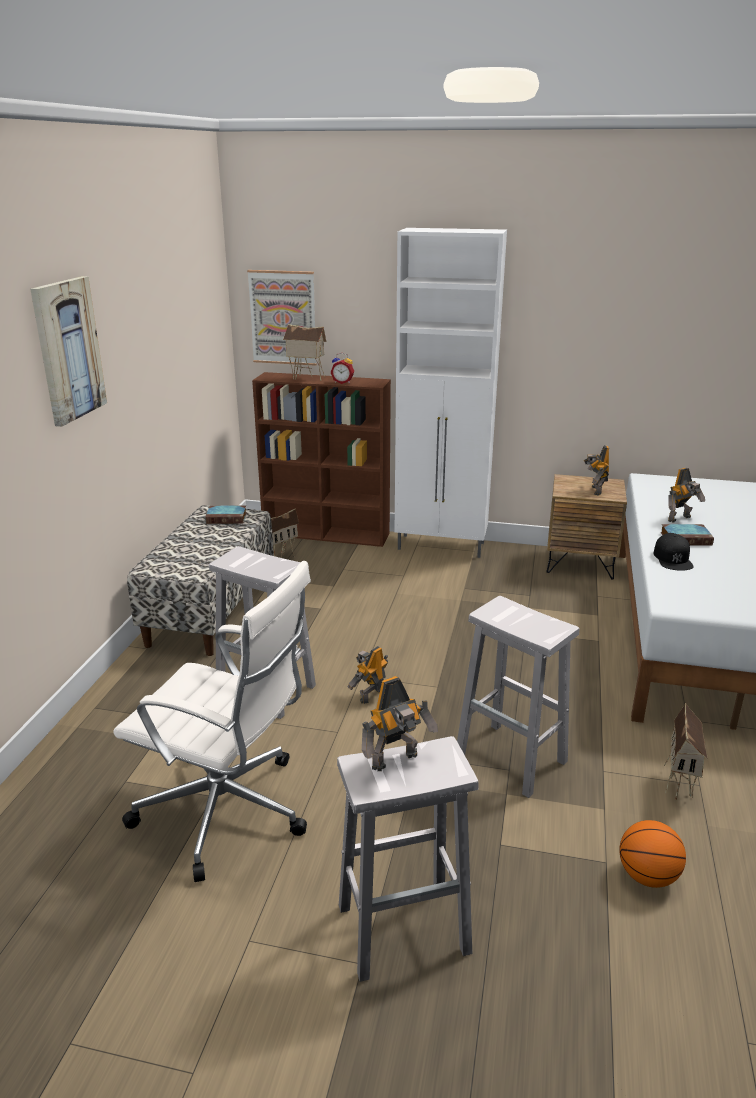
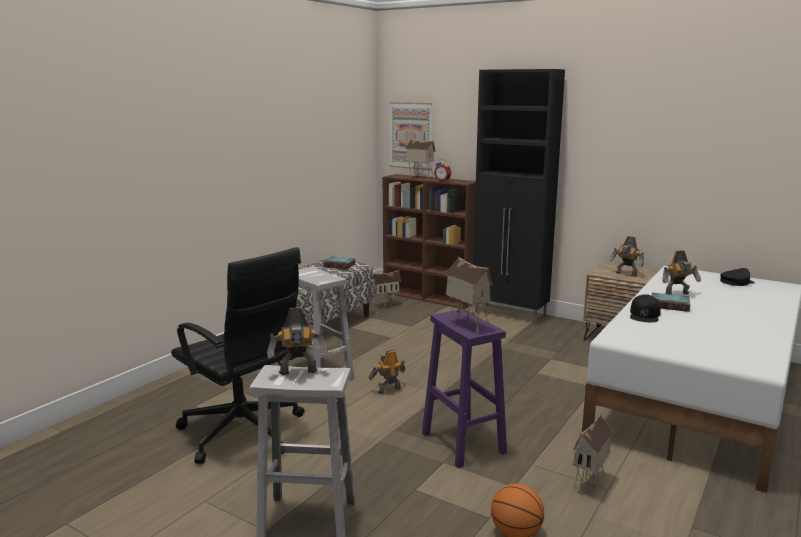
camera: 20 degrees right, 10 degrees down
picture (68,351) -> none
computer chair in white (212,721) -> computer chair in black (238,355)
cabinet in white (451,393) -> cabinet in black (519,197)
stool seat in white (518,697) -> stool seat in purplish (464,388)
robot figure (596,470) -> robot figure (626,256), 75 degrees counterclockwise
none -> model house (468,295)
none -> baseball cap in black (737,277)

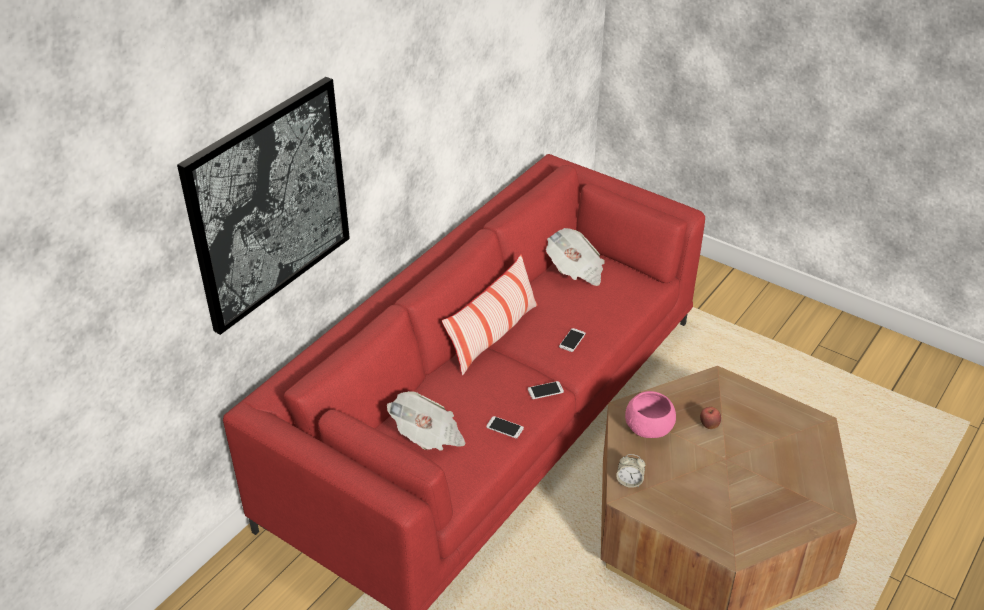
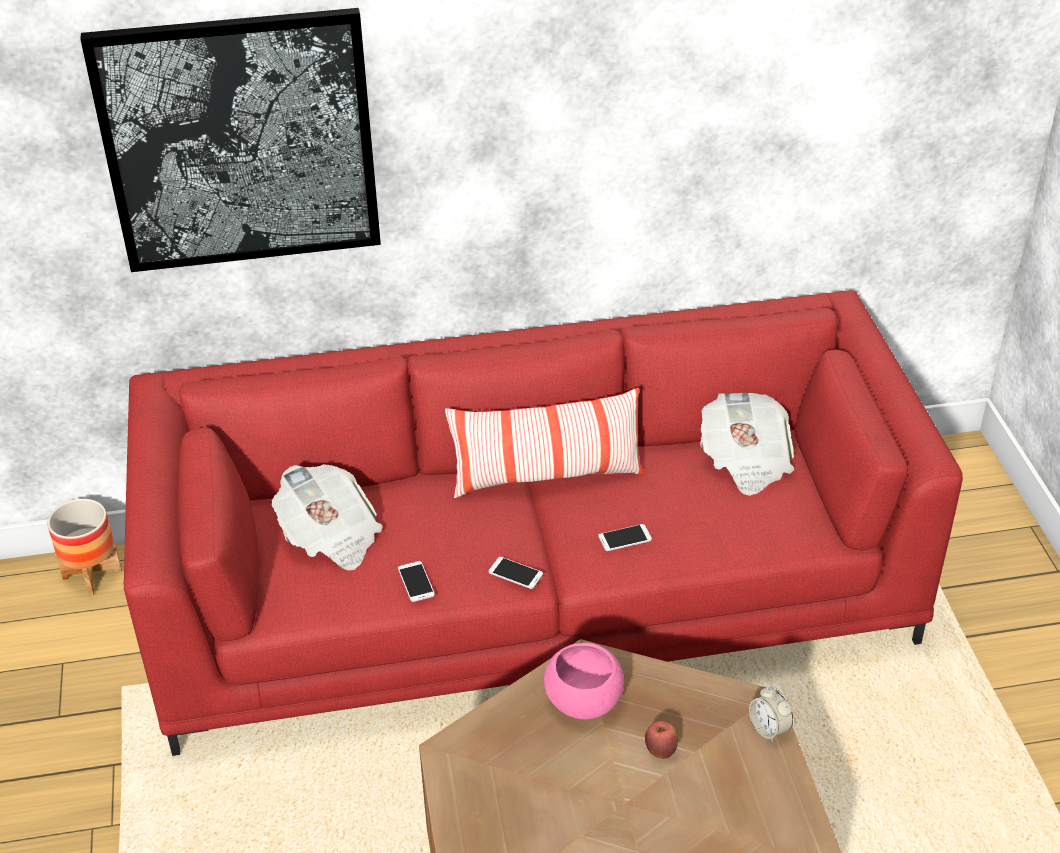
camera: 45 degrees right, 0 degrees up
alarm clock (630,471) -> alarm clock (771,714), shifted
none -> plant pot (85,547)

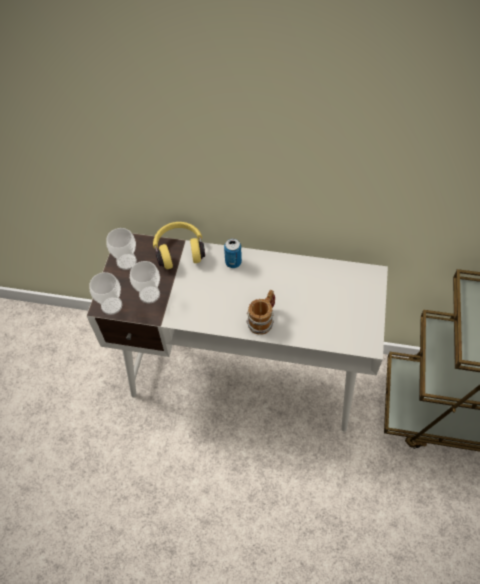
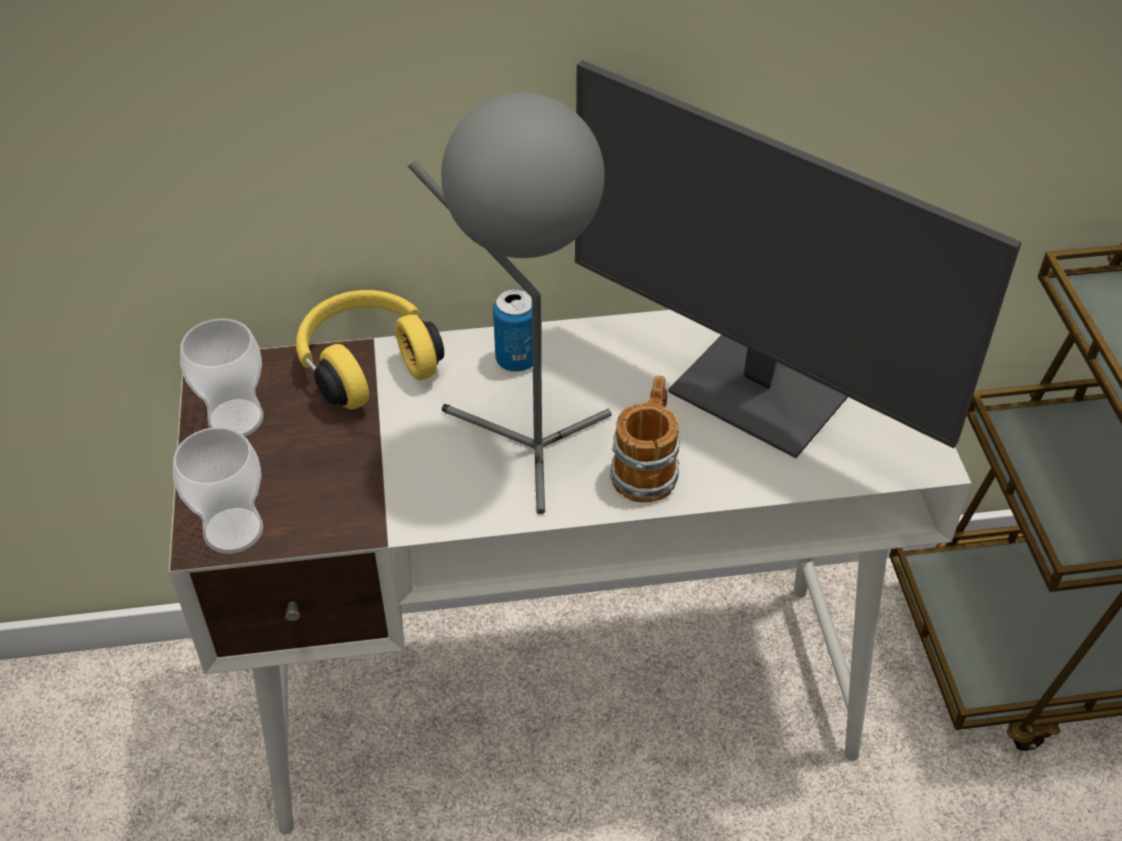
camera: 20 degrees left, 10 degrees down
small cup (145,282) -> none
none -> table lamp in greyish (510,303)
none -> computer screen (798,259)

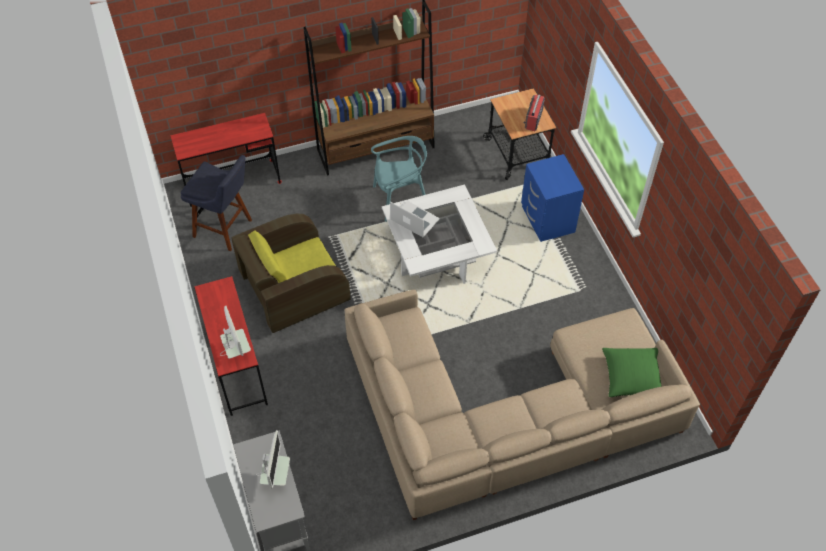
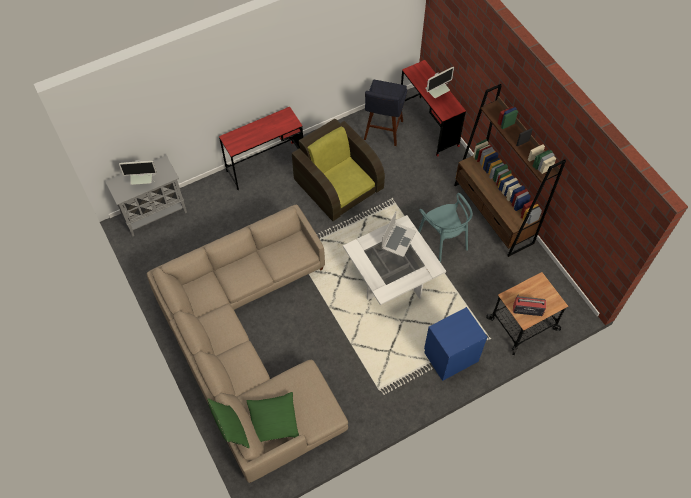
camera: 80 degrees right, 5 degrees up
computer screen (235,332) -> computer screen (439,82), shifted
none -> throw pillow in green-coloured (228,423)

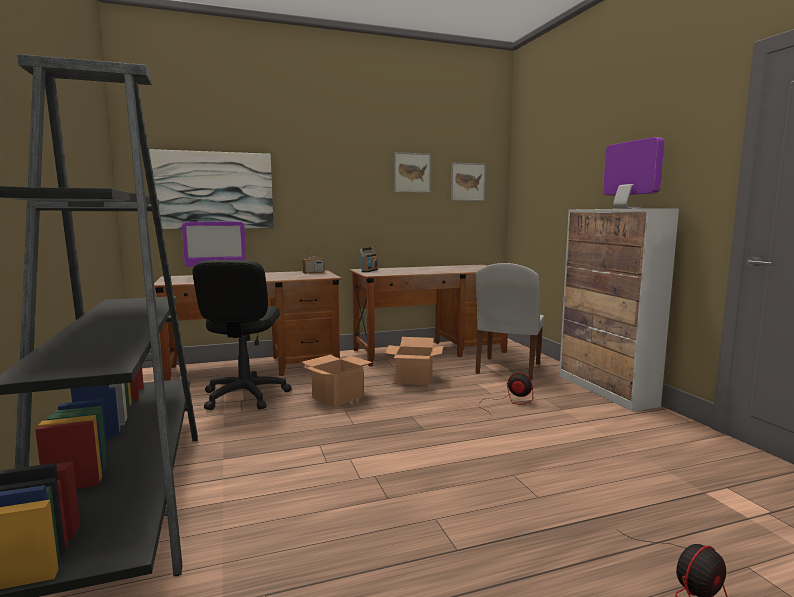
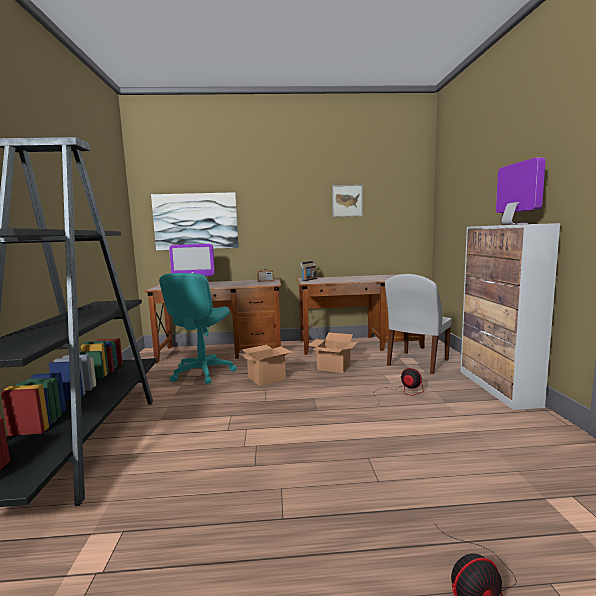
camera: 15 degrees right, 0 degrees up
computer chair in black (242,335) -> computer chair in blue-green (198,328)
picture (468,182) -> none

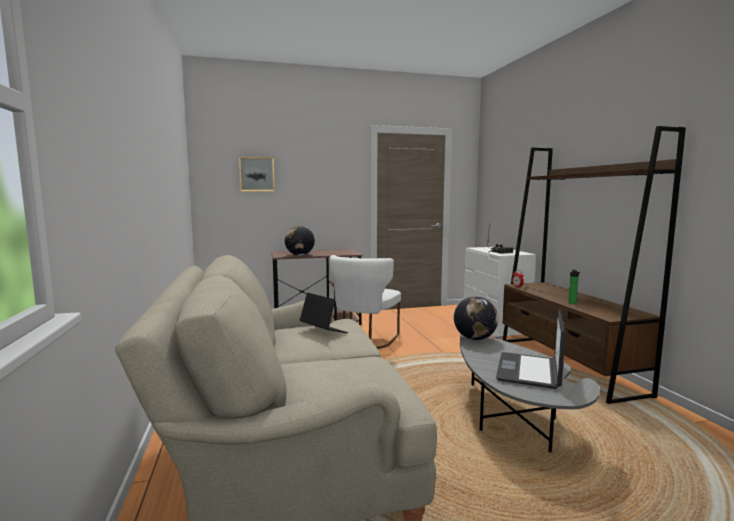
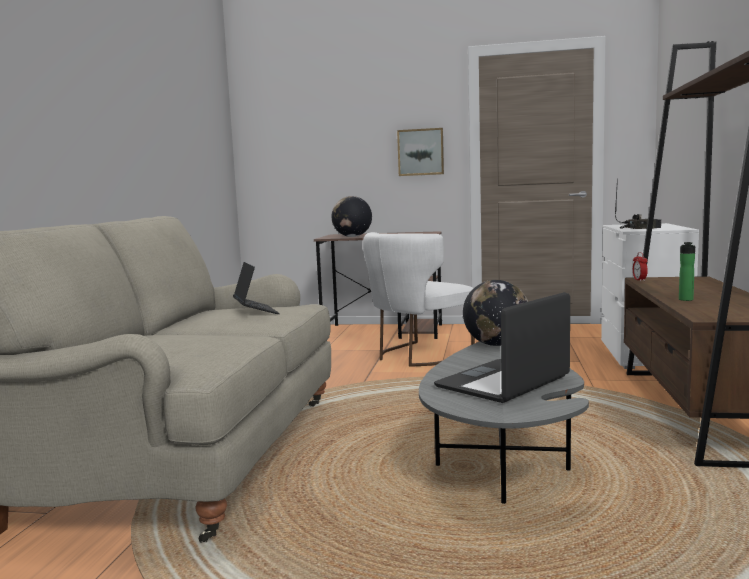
camera: 25 degrees right, 0 degrees up
picture (257,174) -> picture (420,152), shifted

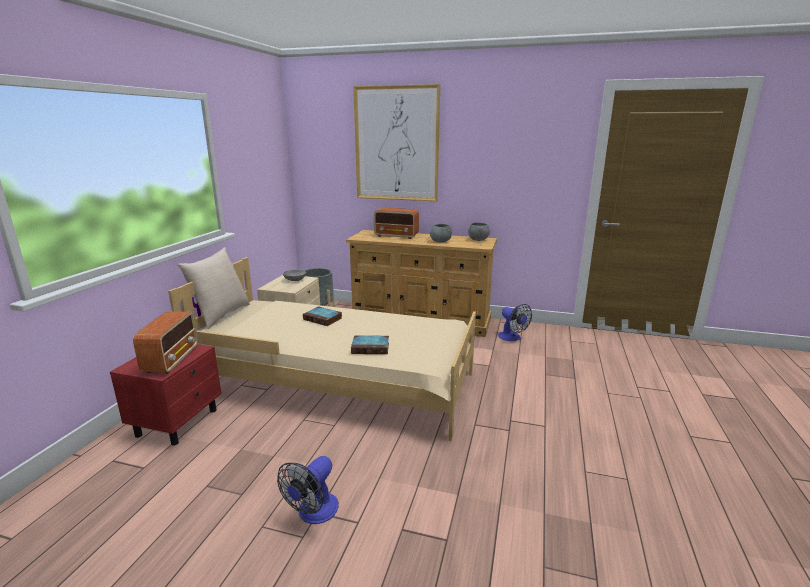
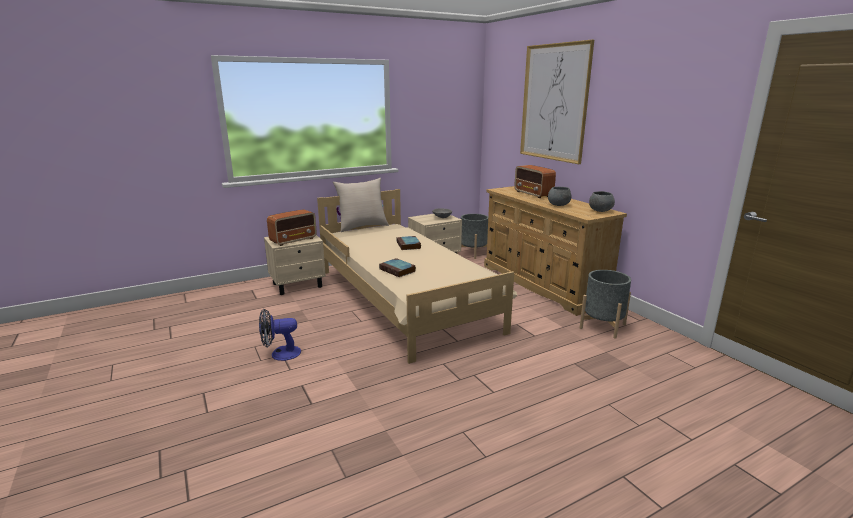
camera: 45 degrees right, 0 degrees up
night table in reddish (166,395) -> night table in beige-coloured (295,265)
electric fan (515,322) -> plant pot in greyish (605,304)

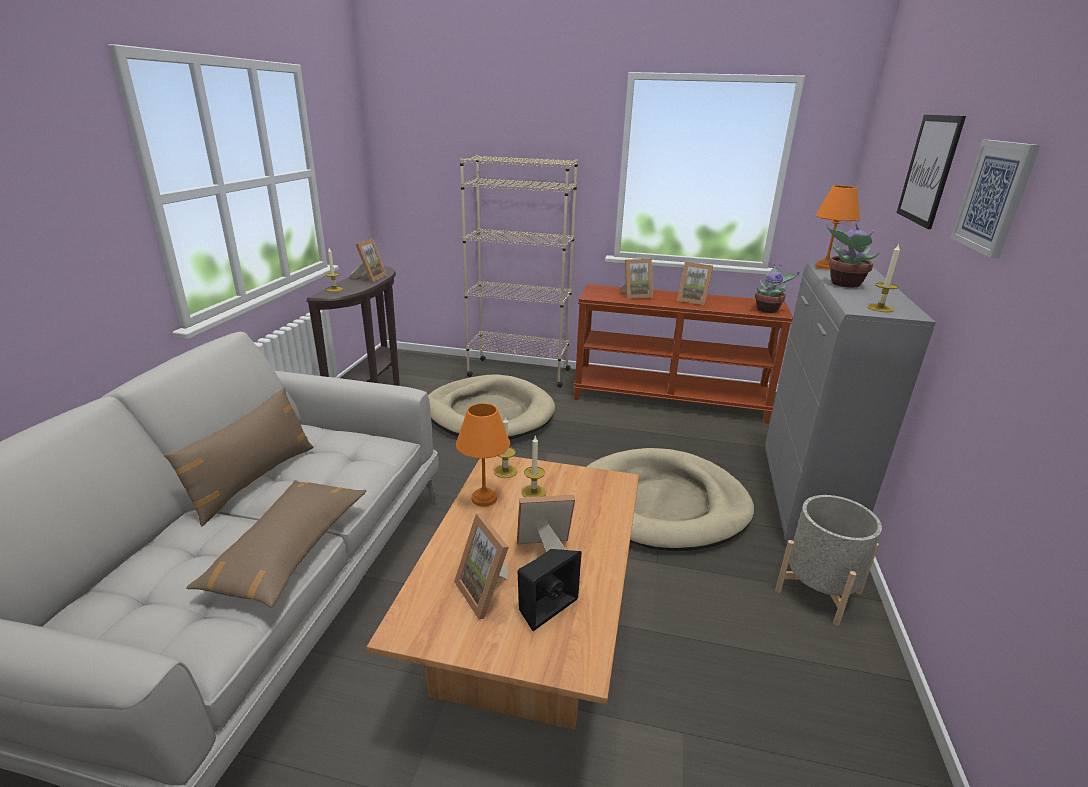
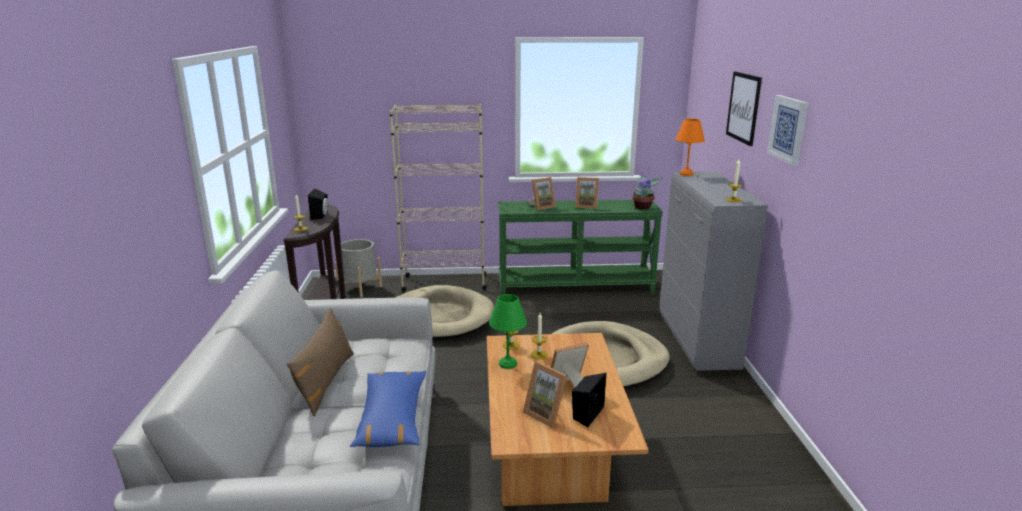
camera: 15 degrees left, 5 degrees down
throw pillow in brownish (276,544) -> throw pillow in blue (388,409)
photo frame (369,260) -> speaker in black (318,204)
table lamp in orangey (483,455) -> table lamp in green-coloured (508,331)
hall table in brownish (683,354) -> hall table in green-coloured (580,247)
plant pot in greyish (828,560) -> plant pot in greyish (358,268), shifted
potted plant (853,254) -> none

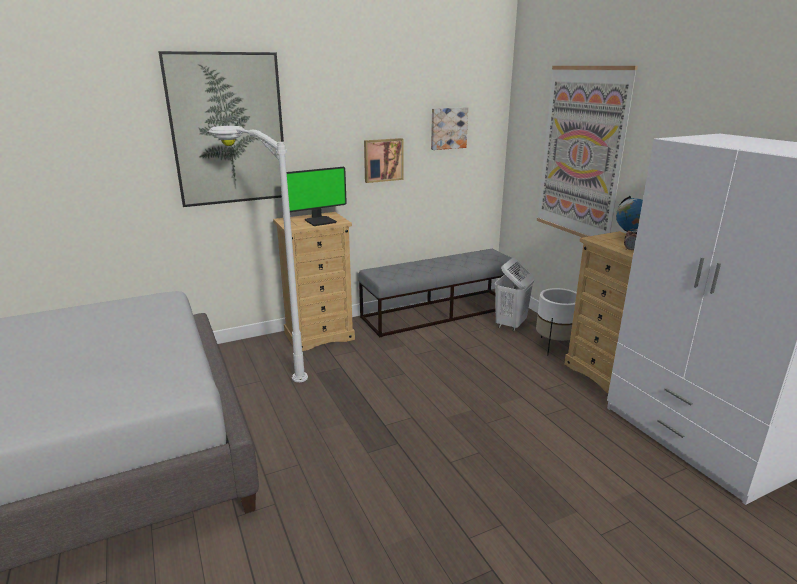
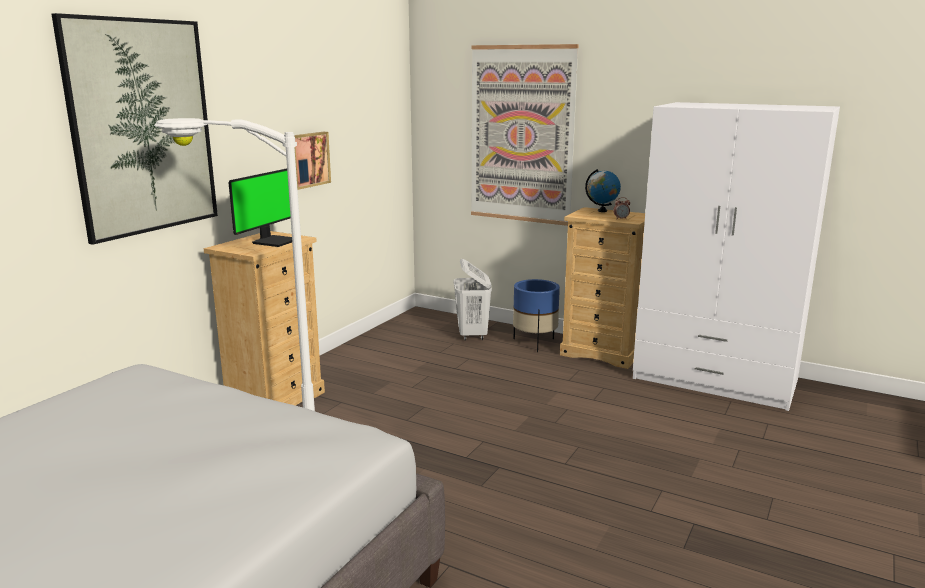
camera: 35 degrees left, 5 degrees down
indoor bench in greyish (439,293) -> none
picture (449,128) -> none
plant pot in white (556,321) -> plant pot in blue (536,315)

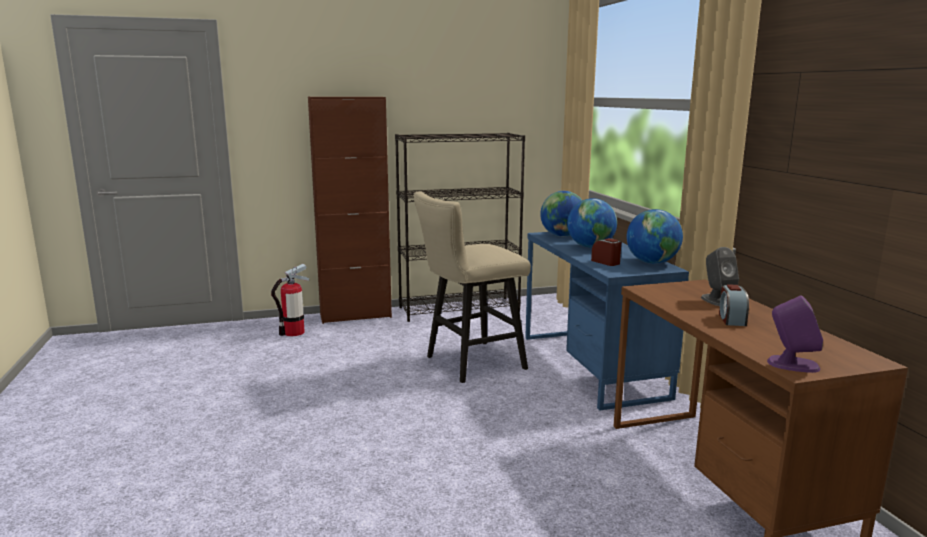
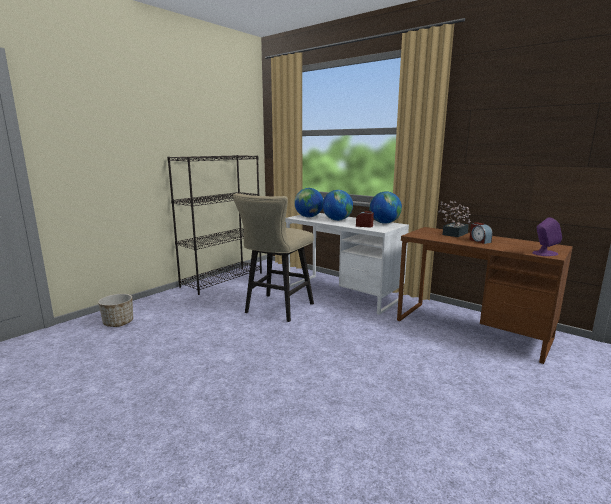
camera: 35 degrees left, 0 degrees up
extinguisher (290,300) -> plant pot (115,310)
cabinet in brownish (350,210) -> none
desk in blue (607,321) -> desk in white (347,264)
speaker in greyish (720,276) -> potted plant (455,219)

